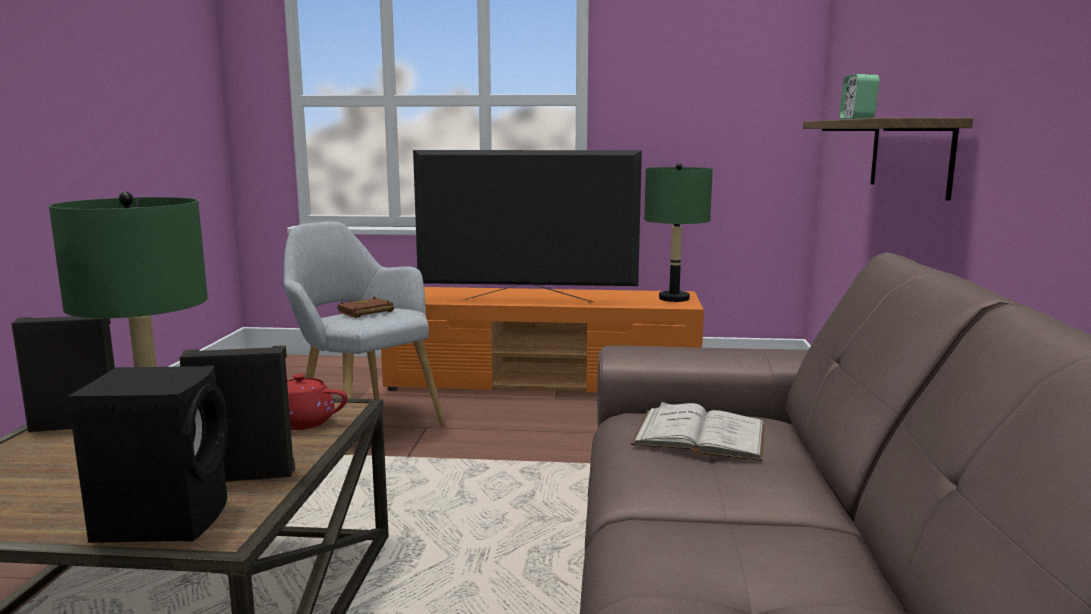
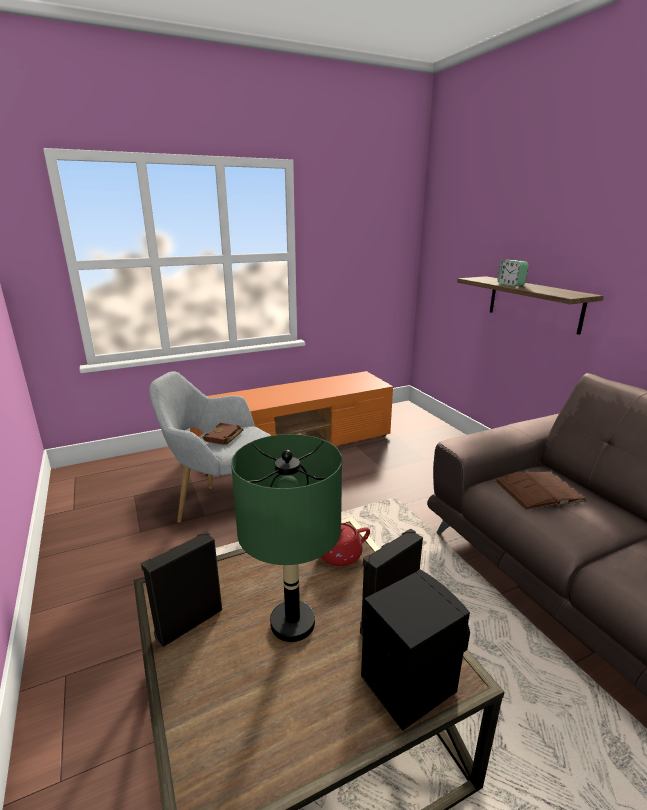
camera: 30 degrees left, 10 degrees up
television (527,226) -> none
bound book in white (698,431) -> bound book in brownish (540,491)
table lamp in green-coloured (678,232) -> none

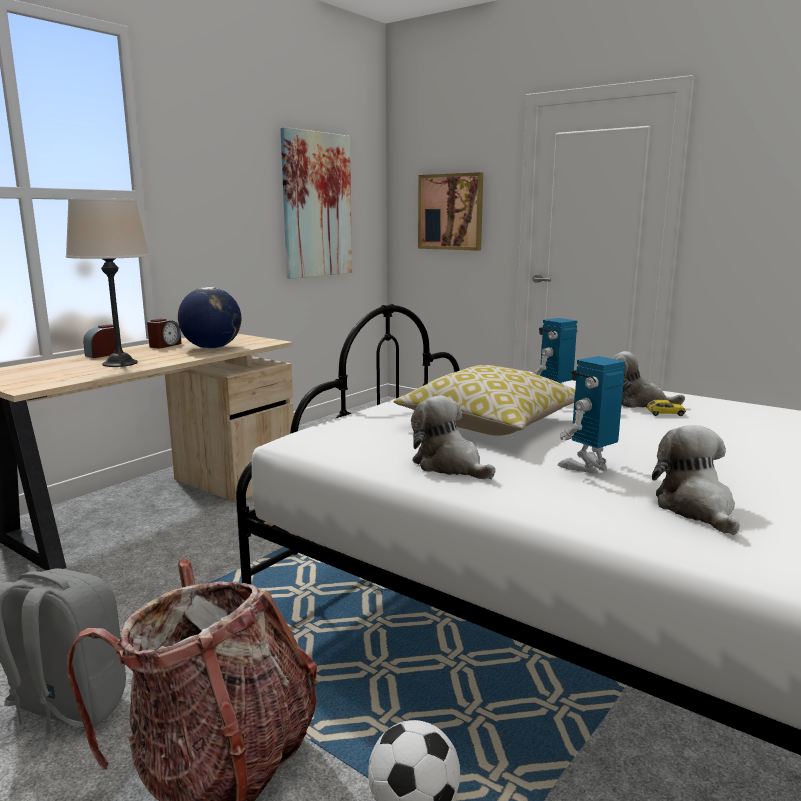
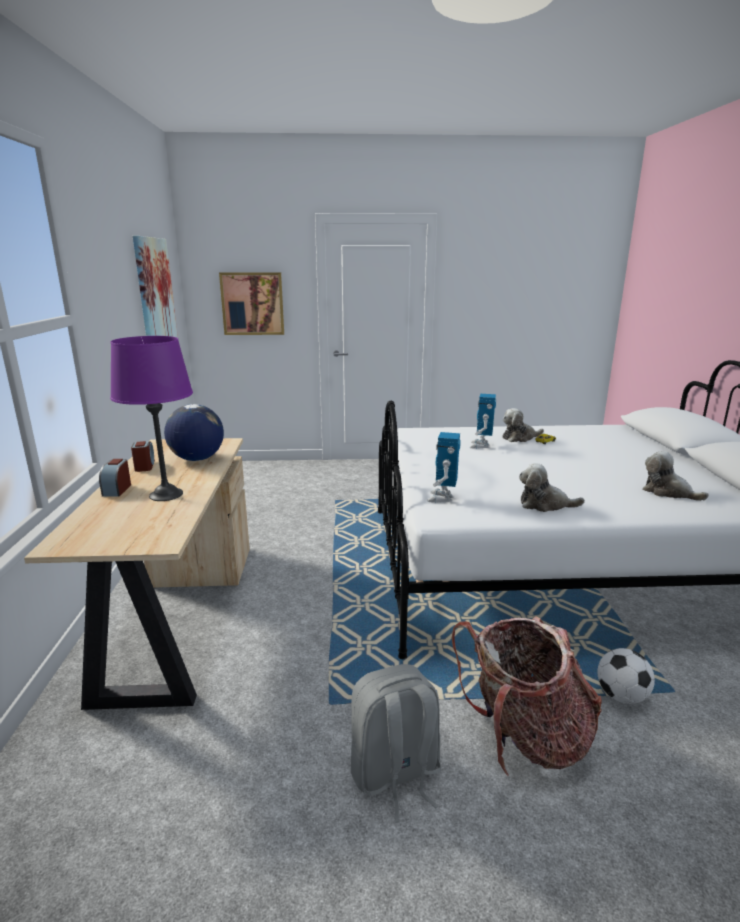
camera: 40 degrees left, 5 degrees up
table lamp in beige-coloured (108,282) -> table lamp in purplish (151,418)
throw pillow (484,400) -> none
robot figure (591,415) -> robot figure (444,467), shifted

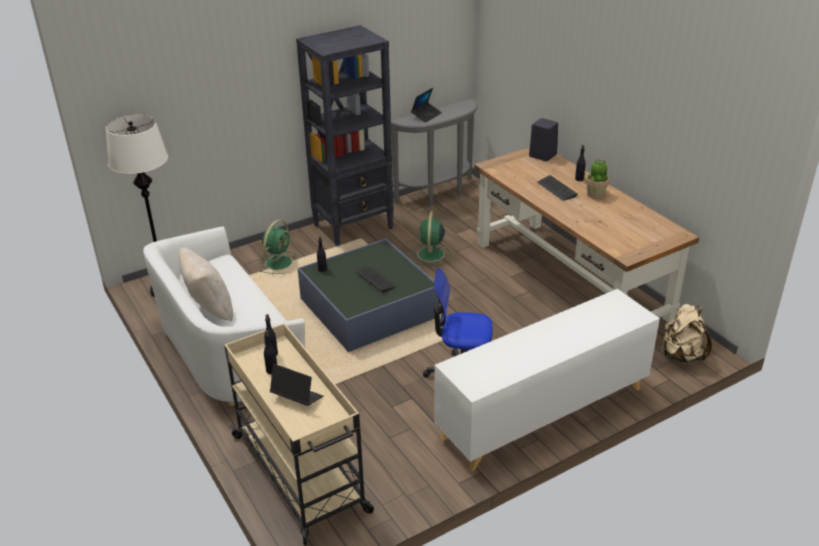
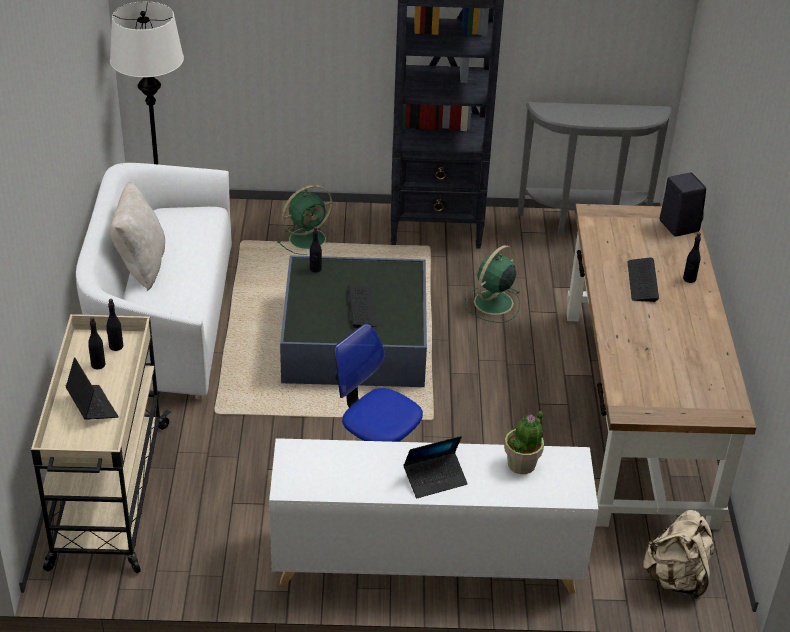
camera: 30 degrees right, 5 degrees up
notebook computer (426,105) -> notebook computer (435,467), shifted
potted plant (597,178) -> potted plant (524,442), shifted

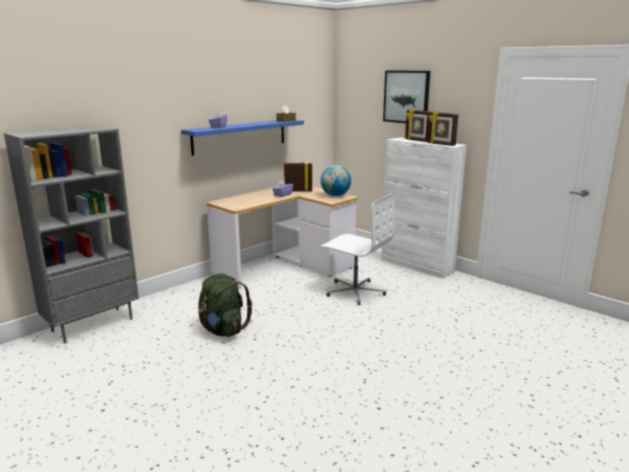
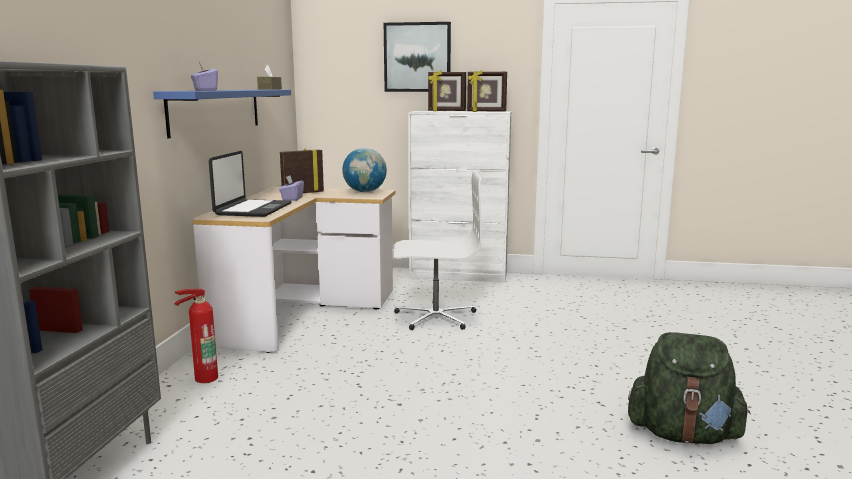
camera: 35 degrees left, 5 degrees down
rucksack in green-coloured (225,305) -> rucksack in green-coloured (689,388), shifted
none -> extinguisher (196,336)
none -> notebook computer (250,184)

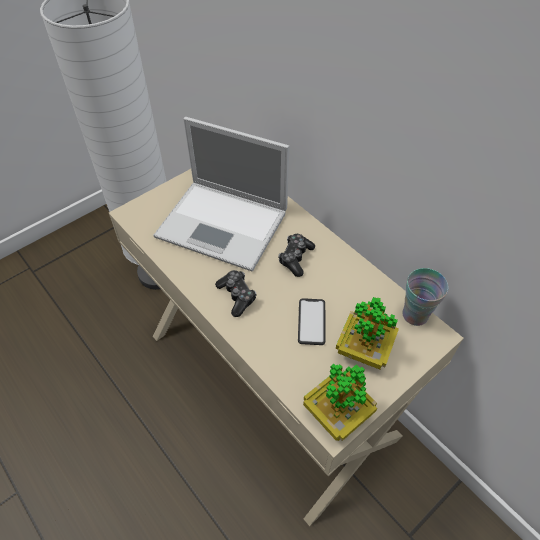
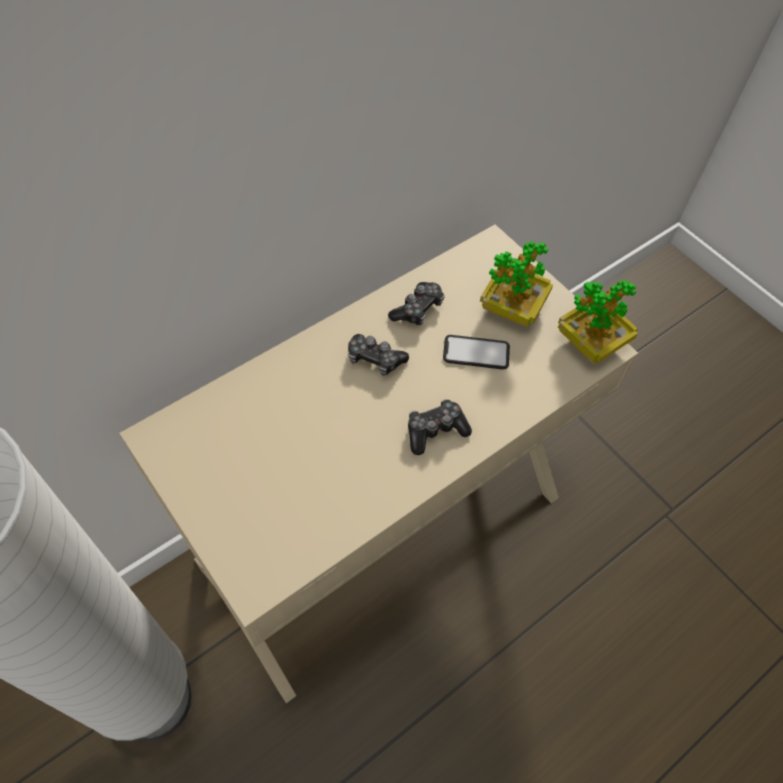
camera: 90 degrees left, 5 degrees up
notebook computer (221,194) -> none
small cup (425,297) -> none
none -> gamepad (416,303)

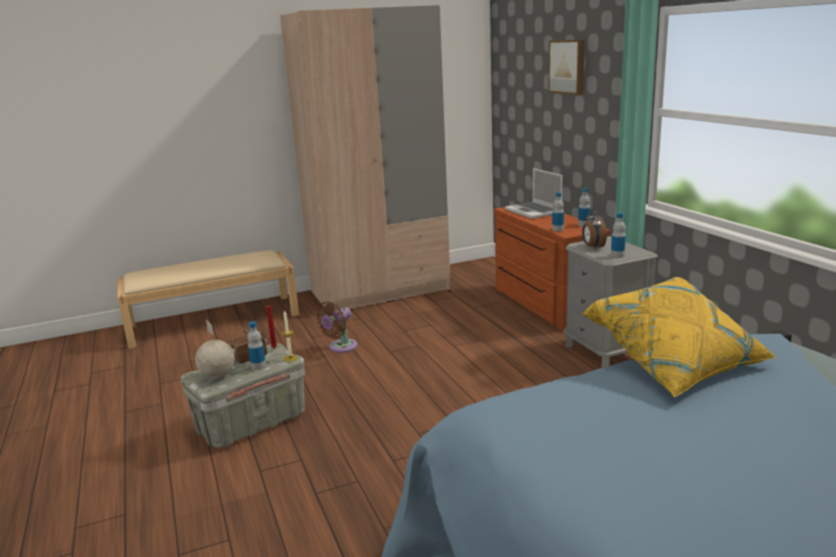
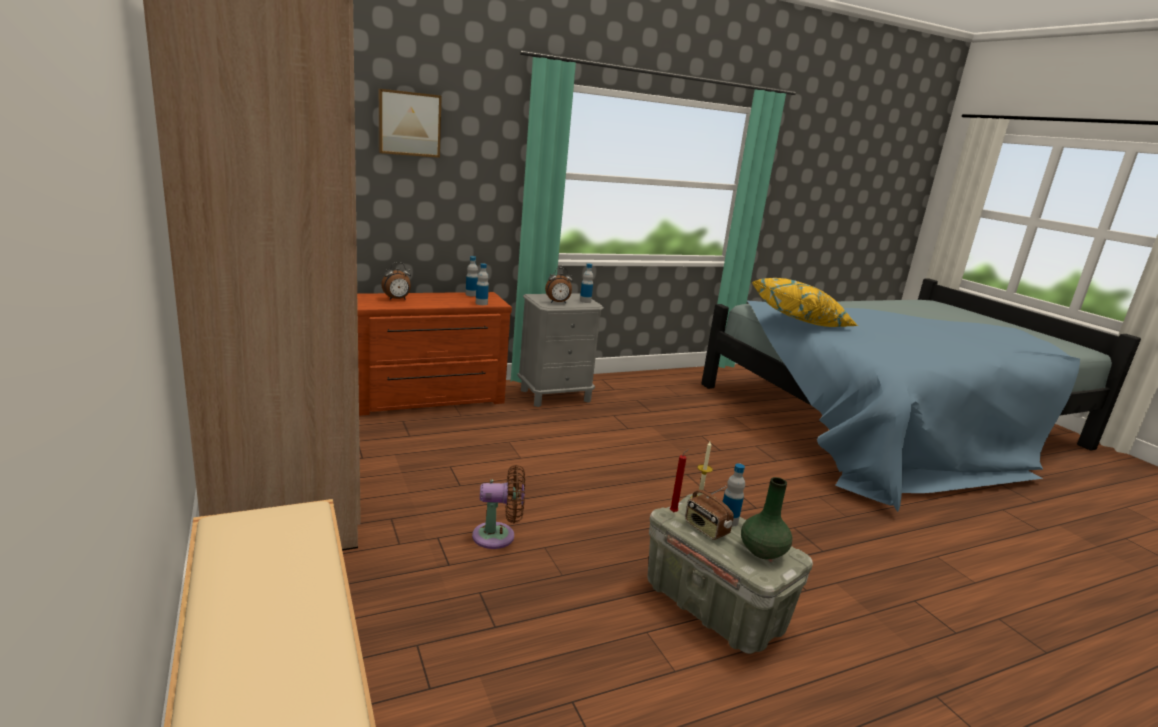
camera: 95 degrees left, 0 degrees up
globe (215,349) -> flower vase in green-coloured (767,518)
electric fan in brownish (337,327) -> electric fan in brownish (498,507), 45 degrees counterclockwise
notebook computer (534,193) -> alarm clock (396,281)

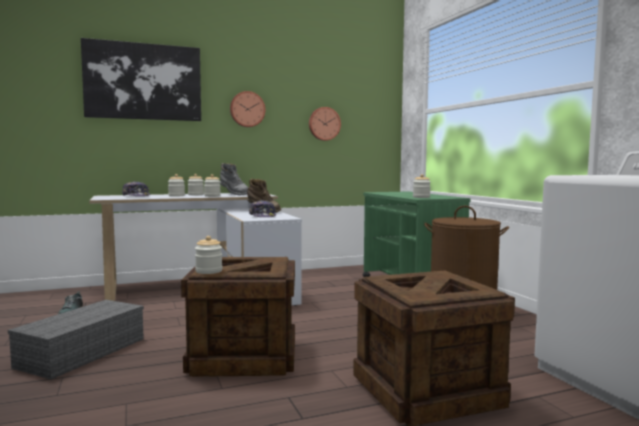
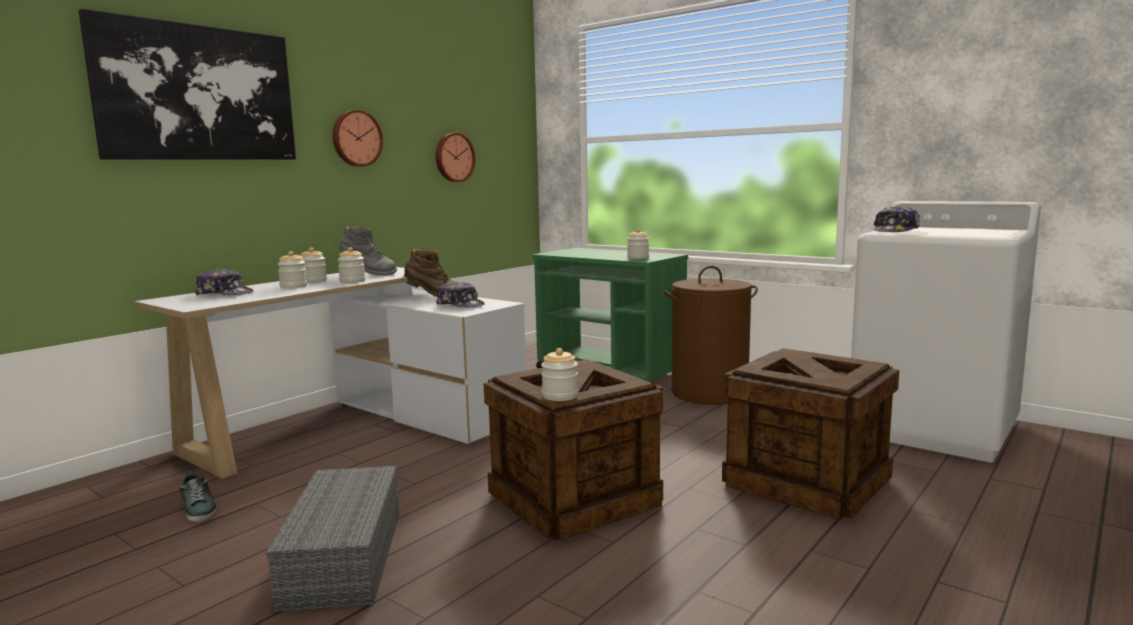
camera: 30 degrees left, 5 degrees up
none -> baseball cap (897,218)

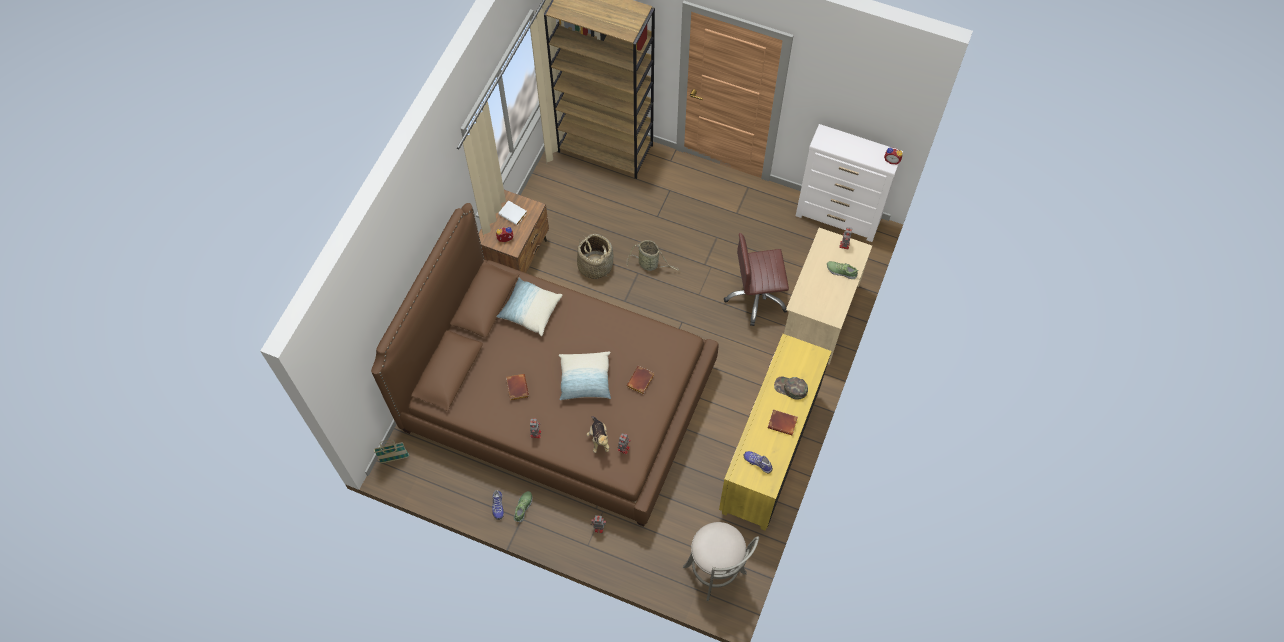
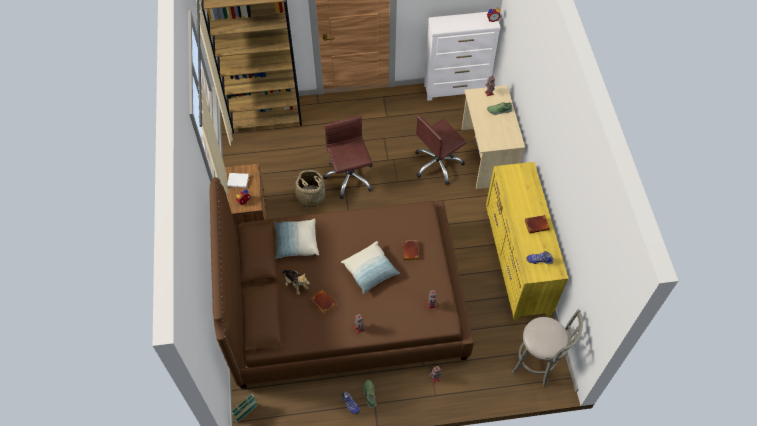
camera: 30 degrees left, 5 degrees down
plush toy (597,434) -> plush toy (295,282), shifted
household basket (653,255) -> computer chair in brownish (348,157)
baseball cap in green-coloured (791,388) -> none

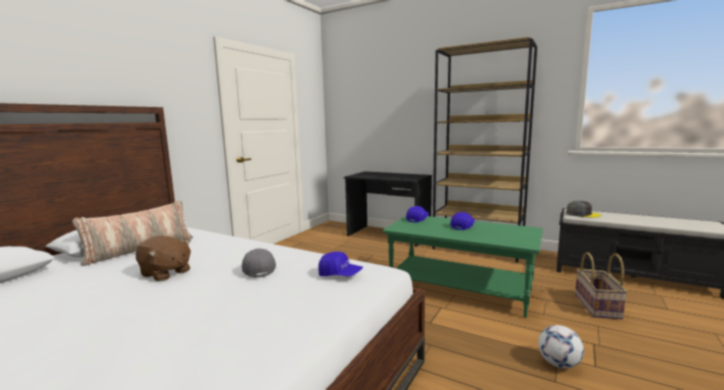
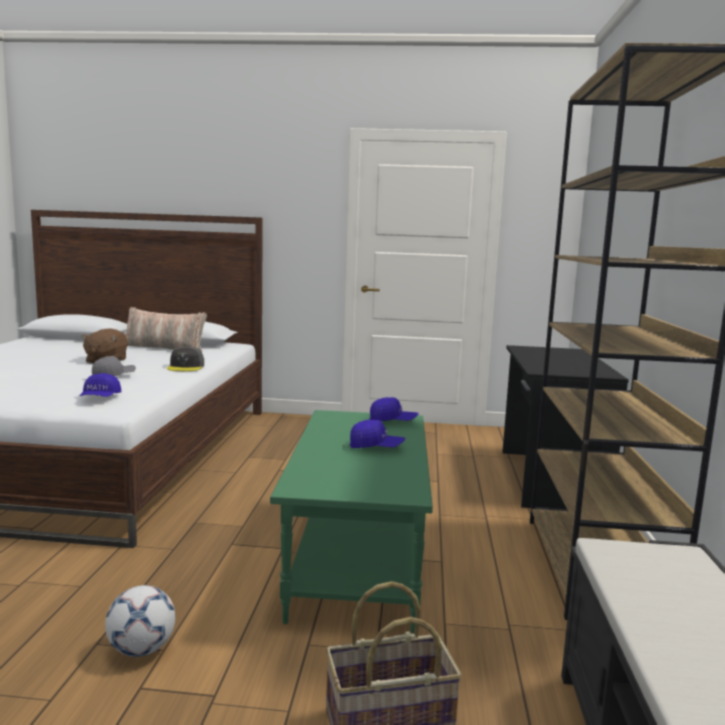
camera: 65 degrees right, 0 degrees up
baseball cap in greyish (583,209) -> baseball cap in greyish (185,359), shifted

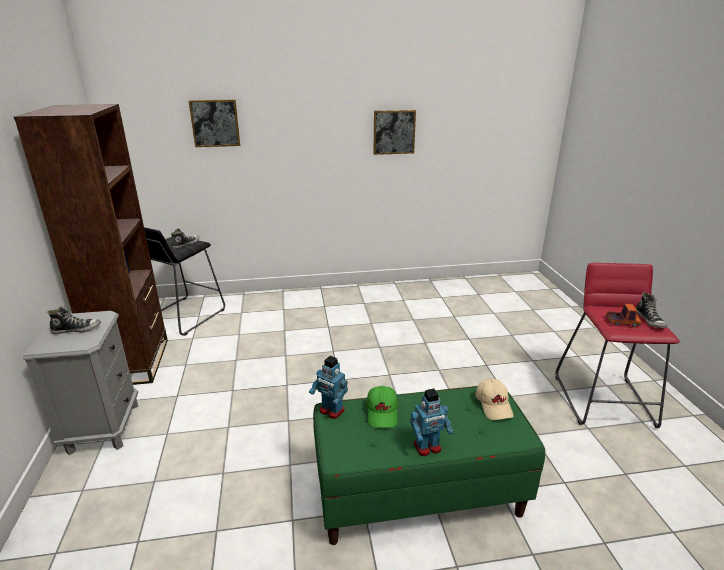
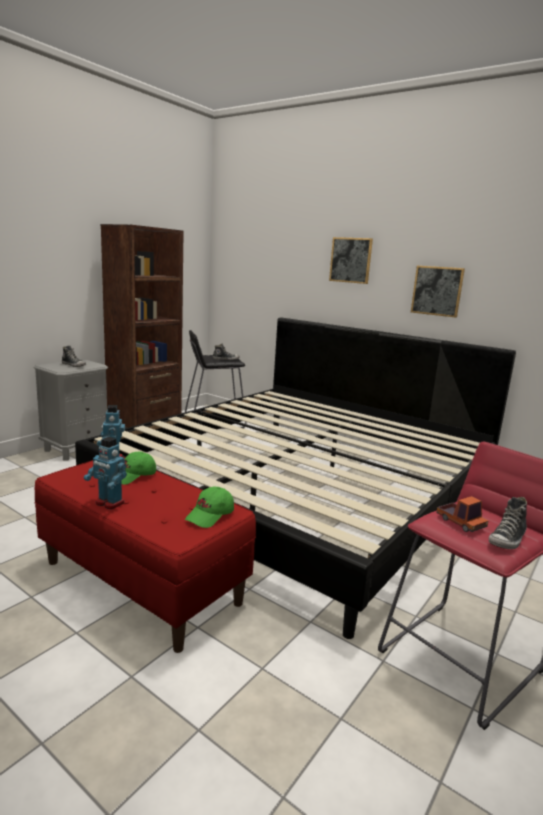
camera: 45 degrees right, 10 degrees down
picture (214,123) -> picture (351,260), shifted
indoor bench in green-coloured (429,465) -> indoor bench in reddish (145,554)
baseball cap in beige-coloured (494,399) -> baseball cap in green-coloured (209,507)
none -> sleeping bed (295,478)

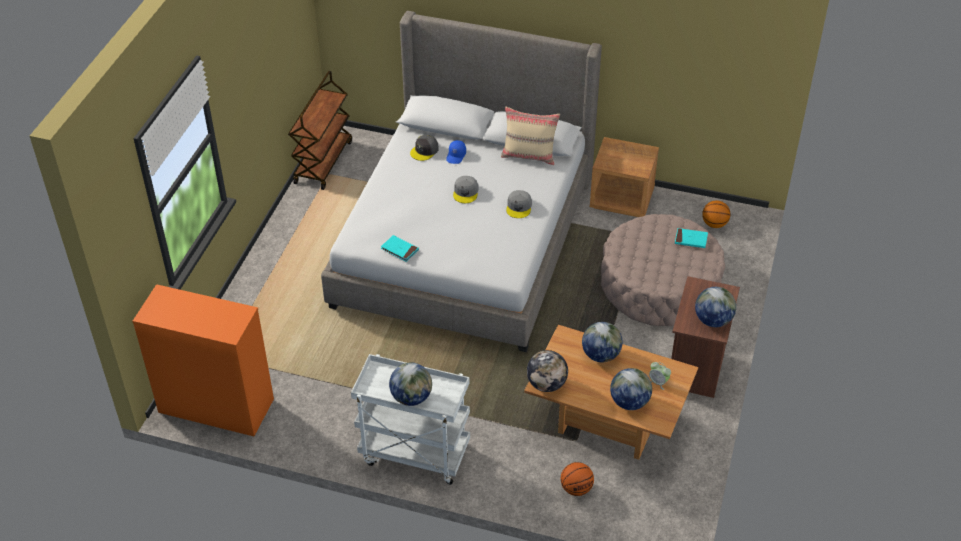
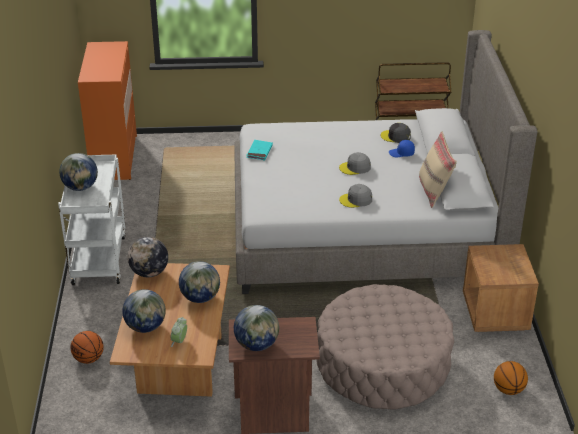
camera: 70 degrees right, 10 degrees down
bound book in blue-green (691,238) -> none

